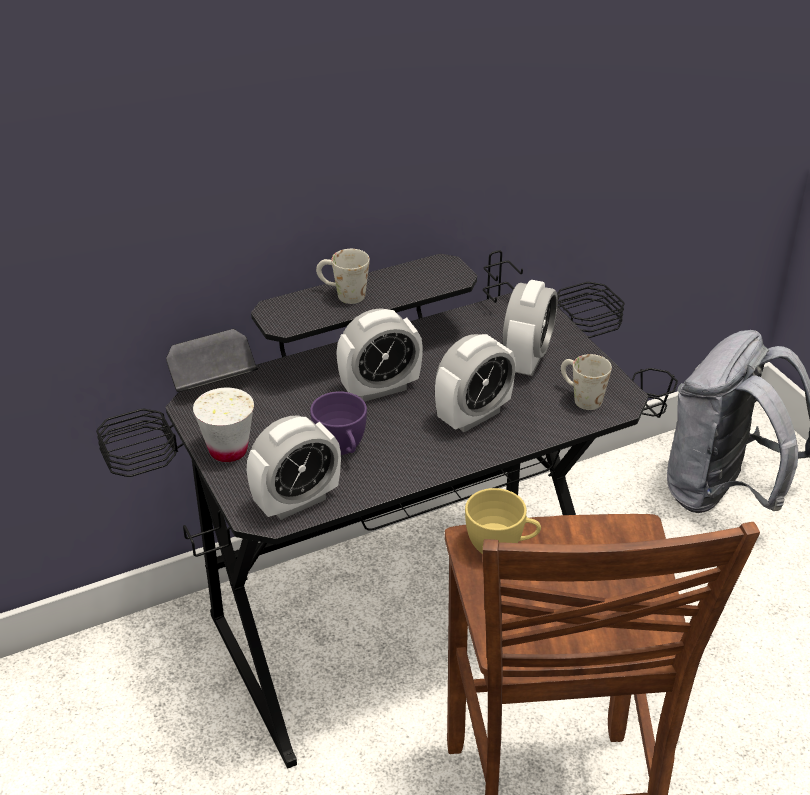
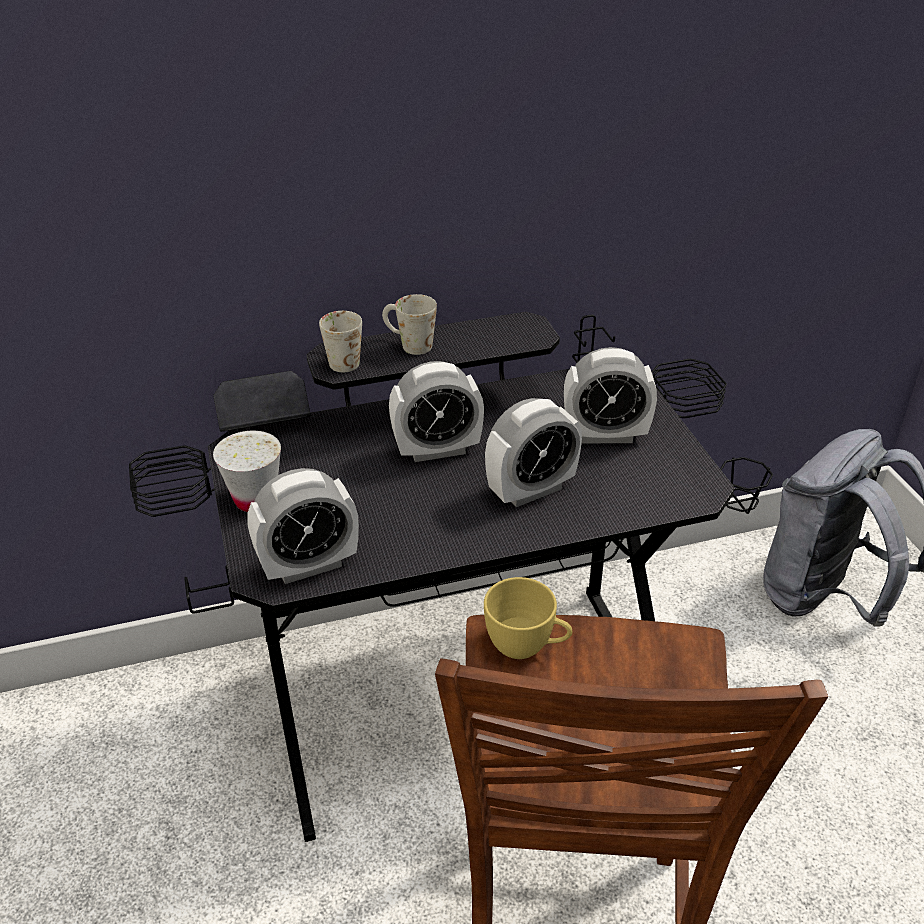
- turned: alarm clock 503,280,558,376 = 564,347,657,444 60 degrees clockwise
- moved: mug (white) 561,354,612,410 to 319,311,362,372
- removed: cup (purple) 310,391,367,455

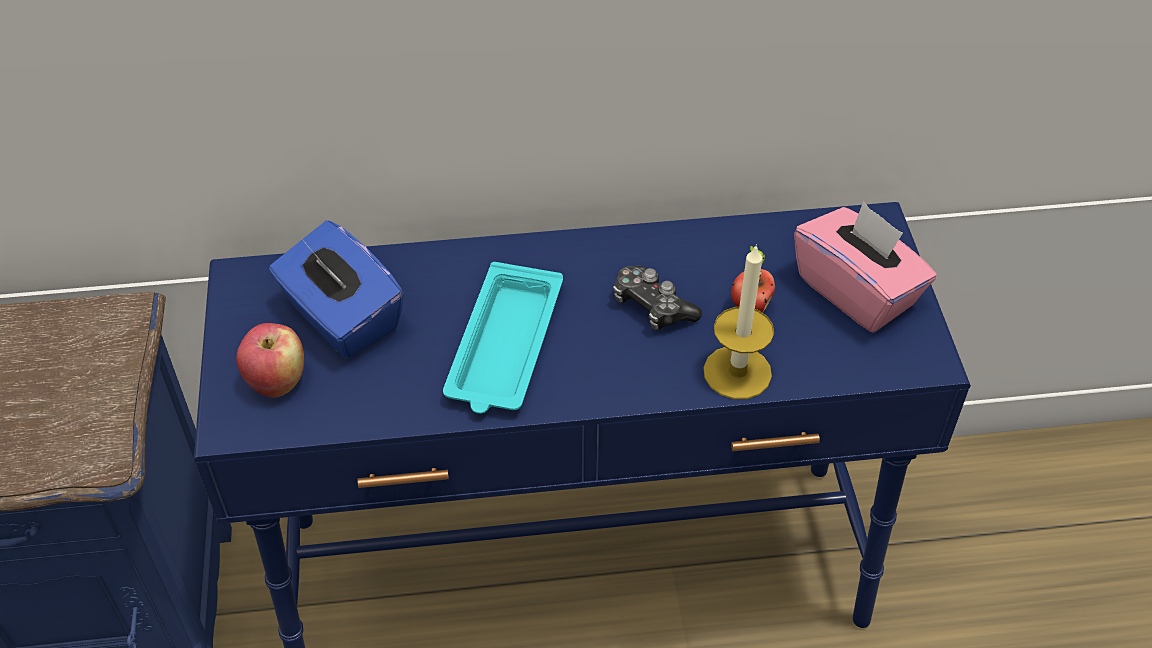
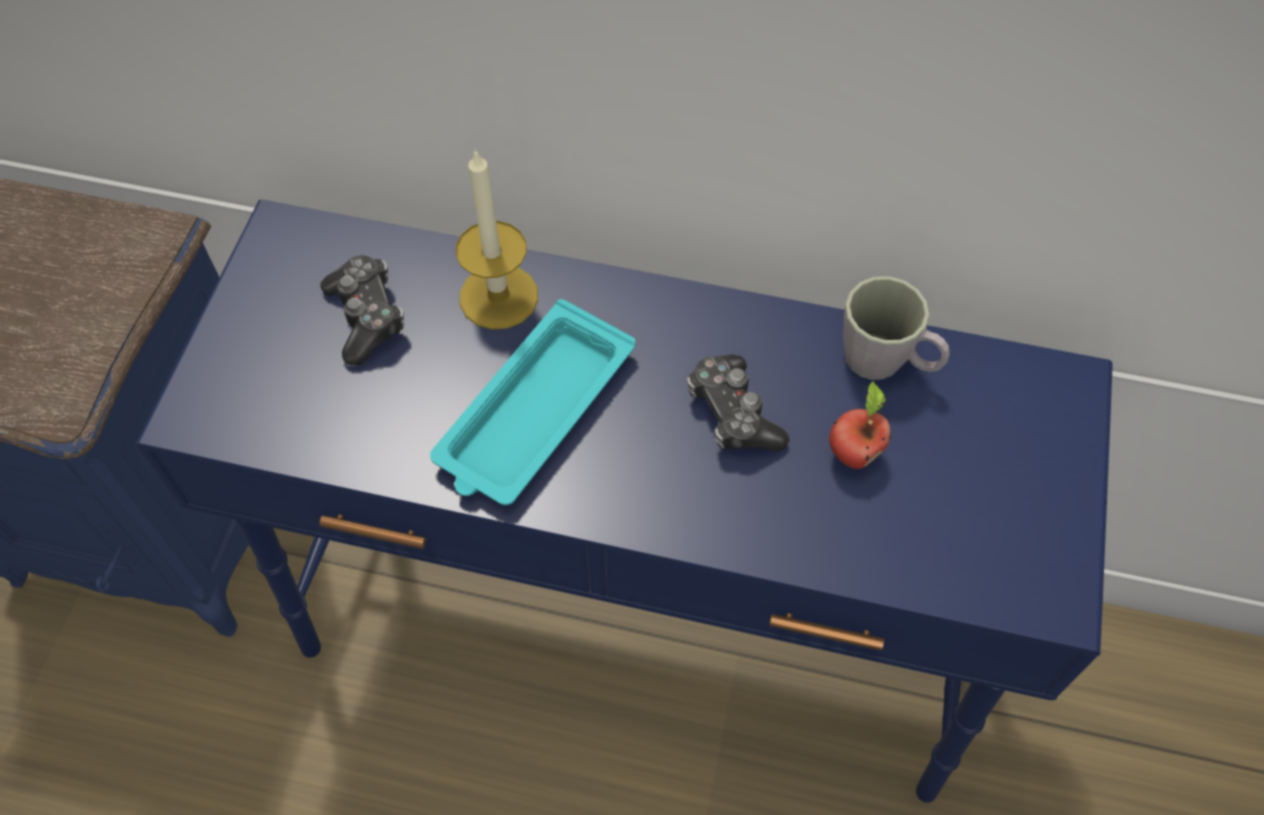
- removed: tissue box (pink) 794,201,936,332
- replaced: tissue box (blue) 269,221,404,358 to game controller 321,255,404,365
- moved: candle 704,244,774,399 to 456,148,538,329
- removed: apple 236,323,304,398
- added: mug (grey) 843,276,950,380

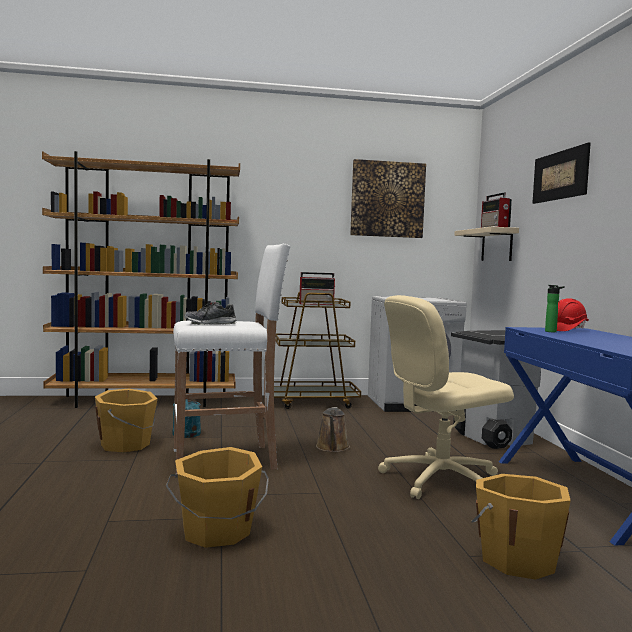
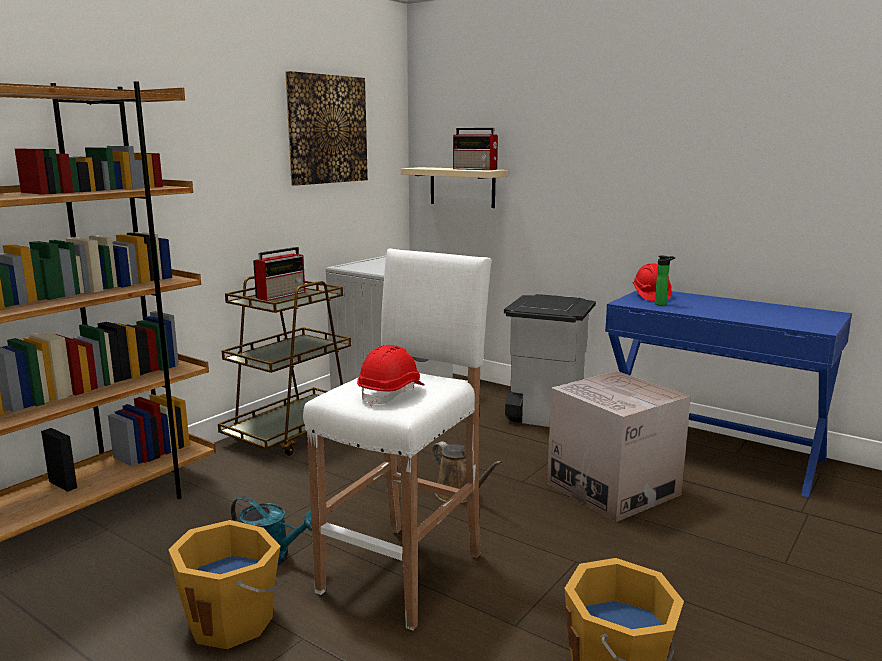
- removed: picture 532,142,591,204
- replaced: office chair (beige) 378,295,514,499 to cardboard box 547,371,691,522
- replaced: shoe 184,302,237,325 to hard hat (red) 357,345,425,406
- removed: bucket (orange) 471,474,571,580

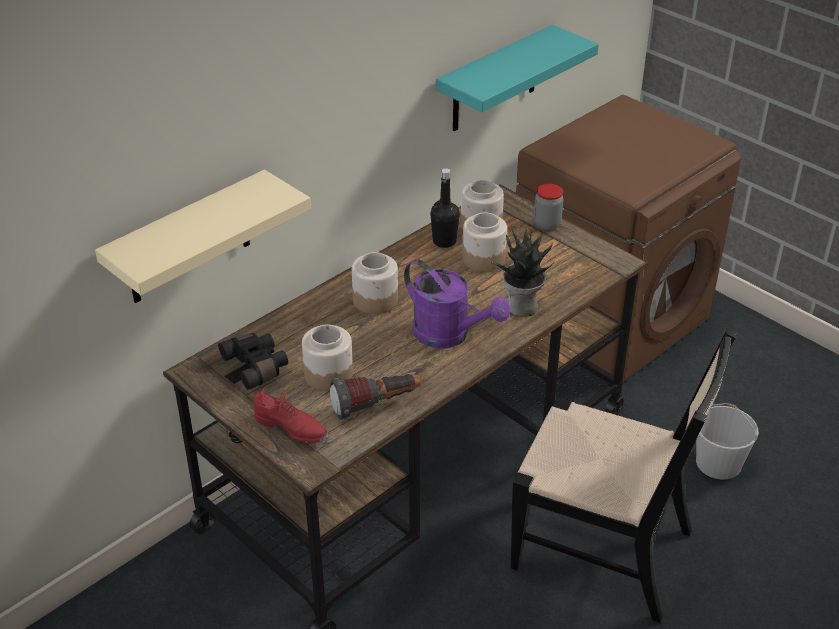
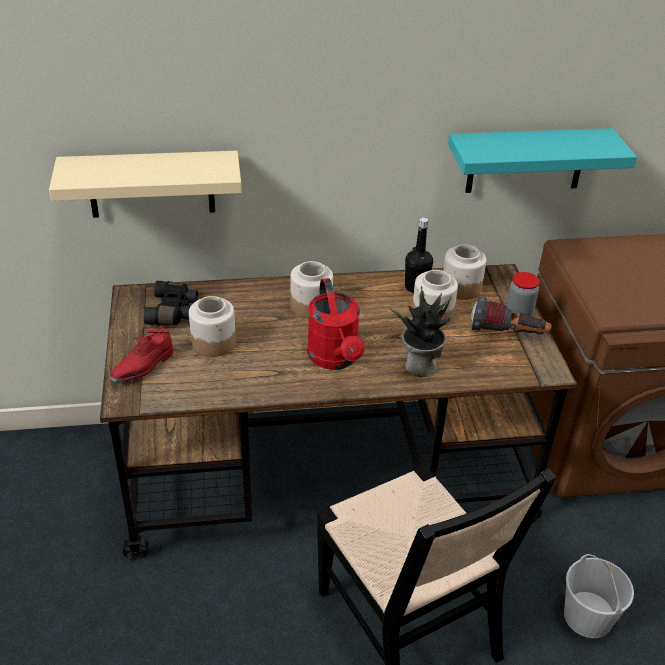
- recoloured: watering can (purple) 404,259,510,348 to watering can (red) 307,278,365,370
- moved: flashlight 330,374,421,420 to 471,296,552,335
- turned: shoe (red) 253,389,328,443 = 109,327,174,382 60 degrees clockwise

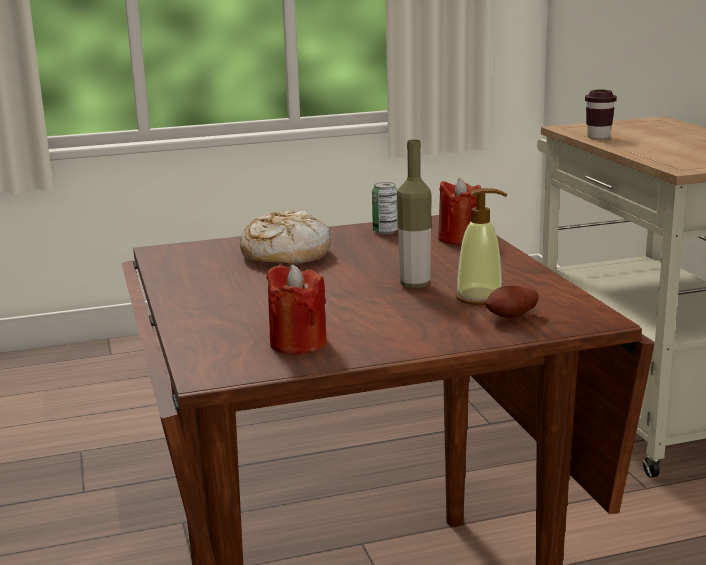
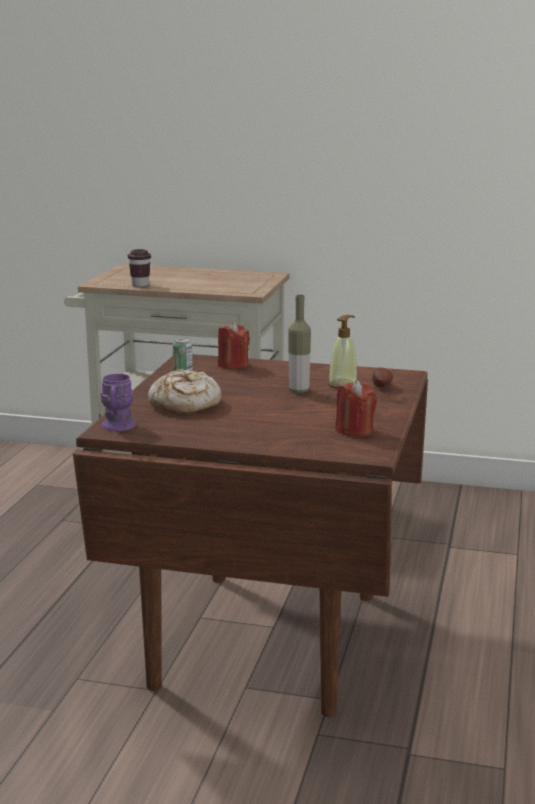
- added: mug (purple) 100,374,136,431

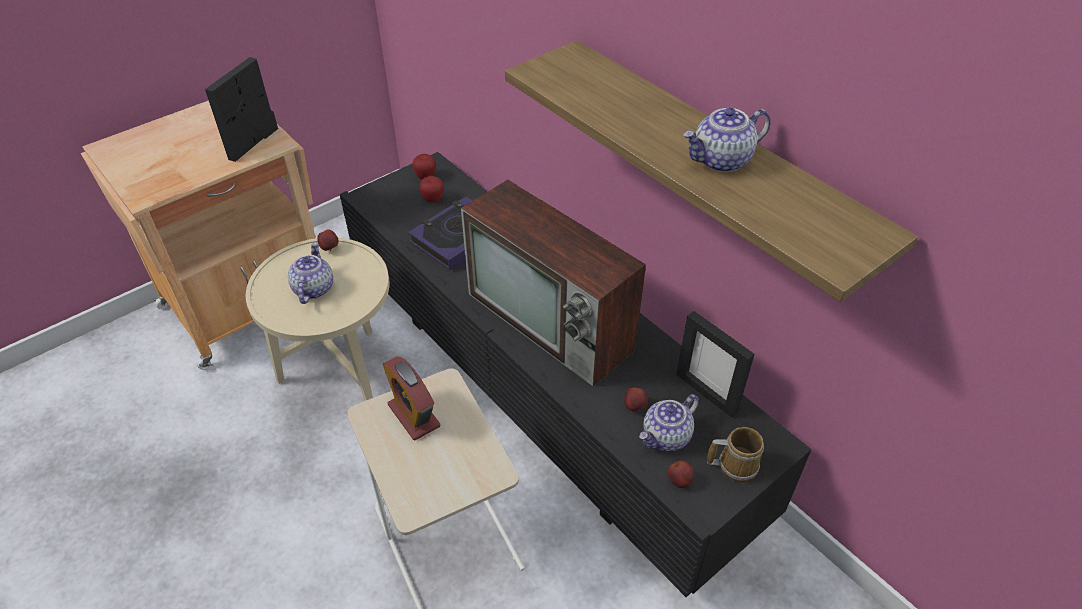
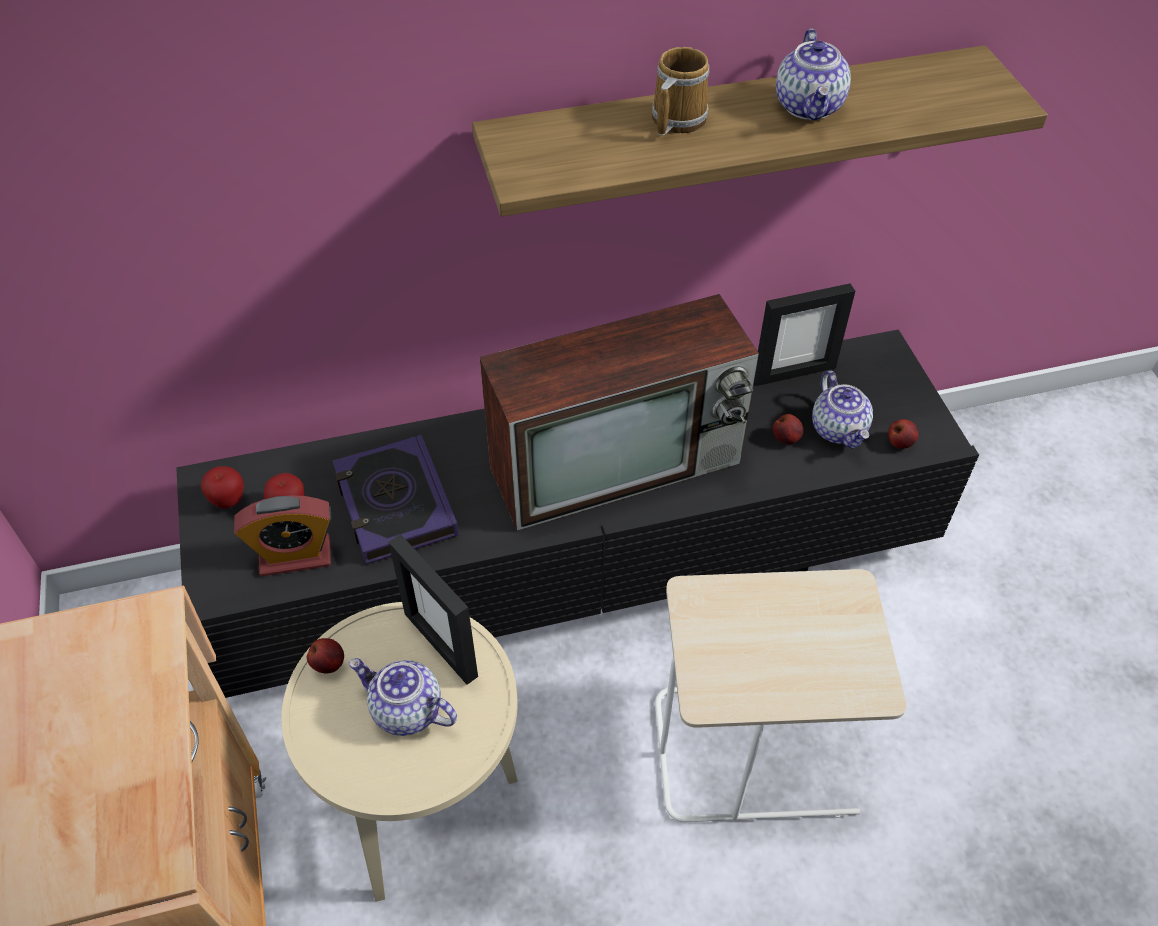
- moved: picture frame 205,57,278,162 to 388,534,478,685
- moved: alarm clock 383,356,440,440 to 234,495,331,576
- moved: mug 707,427,764,483 to 652,47,709,136

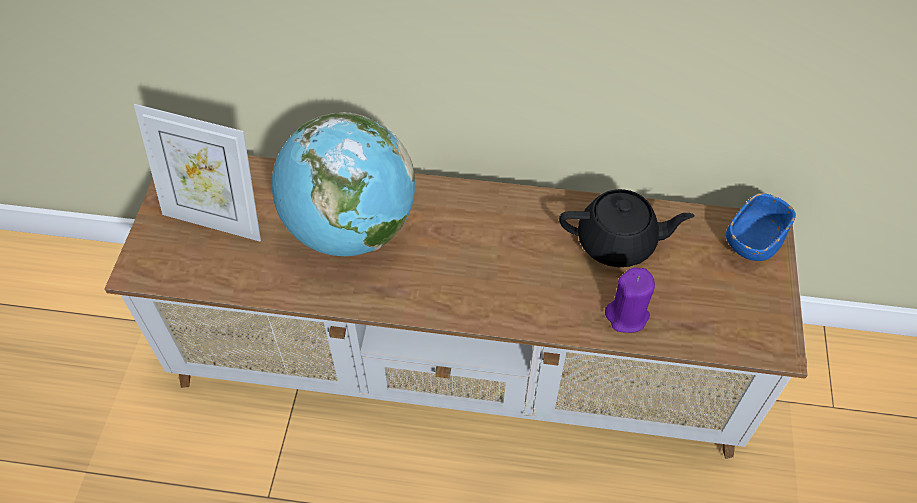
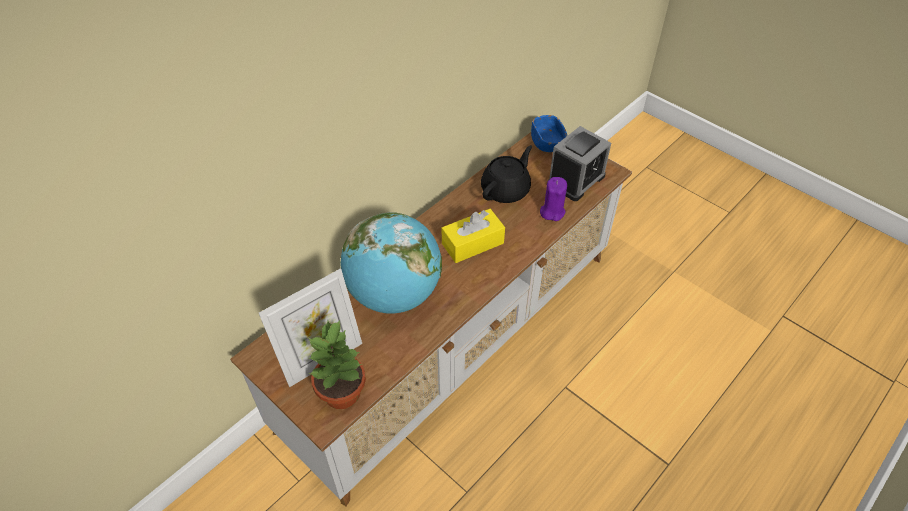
- added: alarm clock 548,126,611,201
- added: tissue box (yellow) 442,209,505,263
- added: potted plant 309,320,366,409

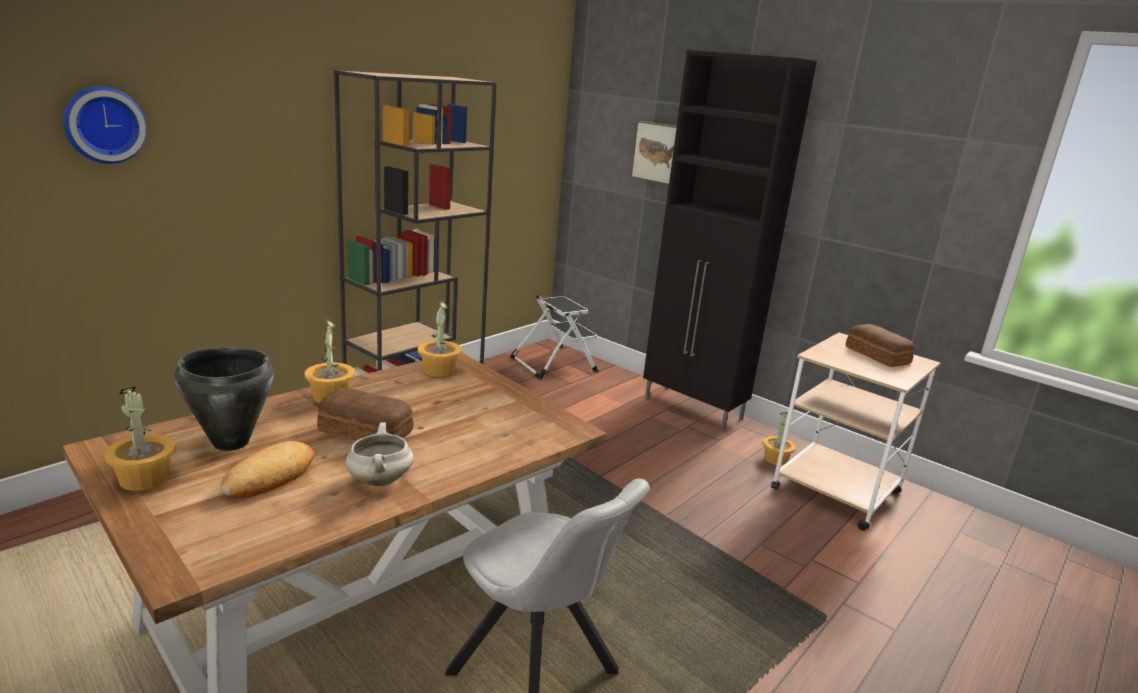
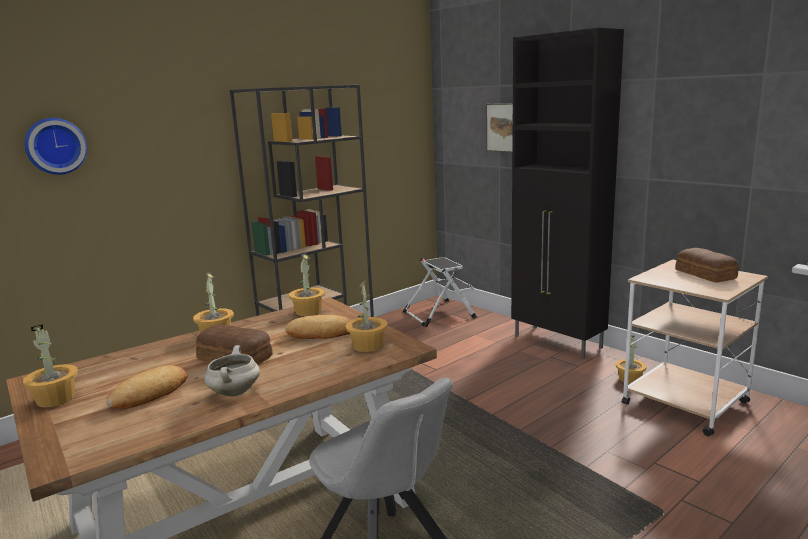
- removed: cooking pot (black) 174,348,274,451
- added: potted plant 346,279,388,352
- added: bread 285,315,351,339

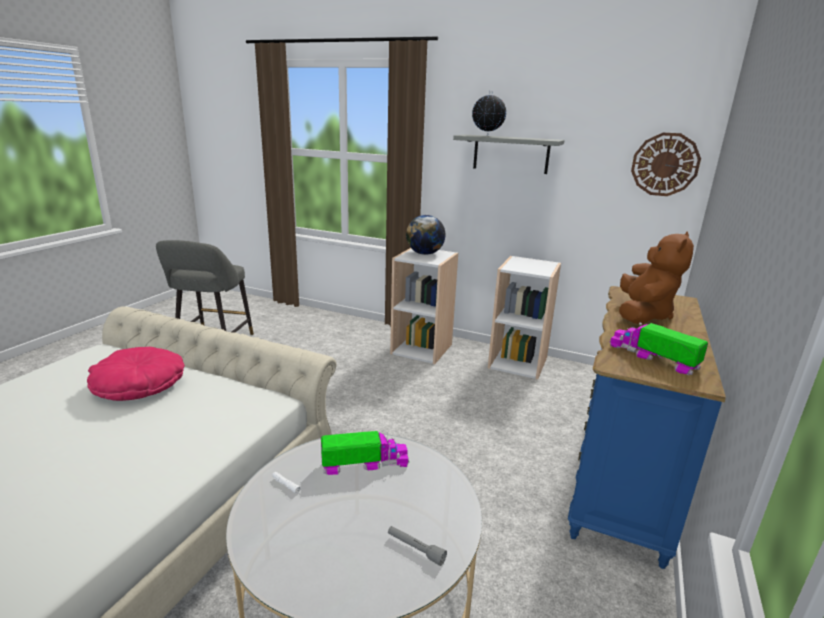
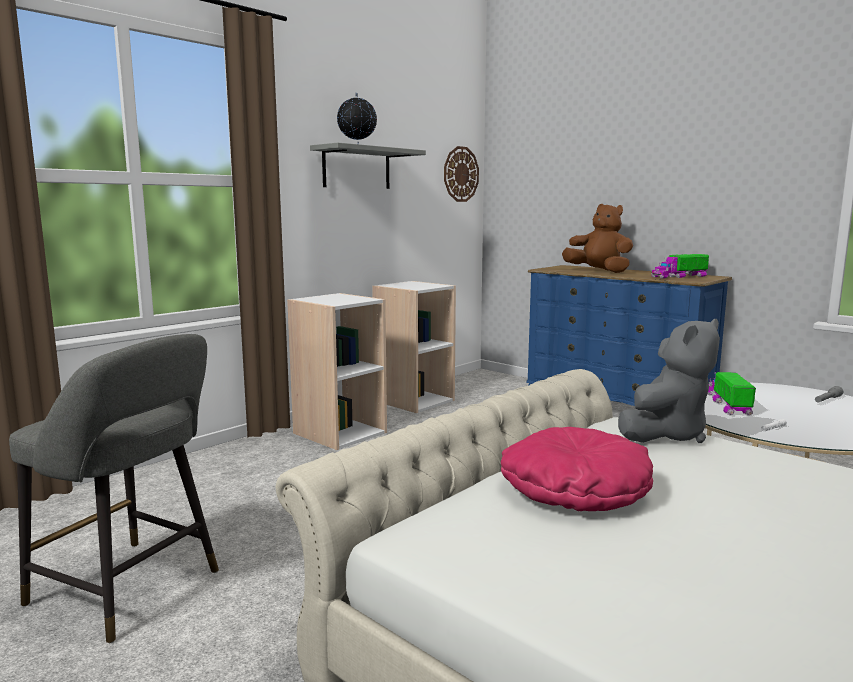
- removed: globe 406,215,445,255
- added: plush toy (grey) 618,319,720,443

